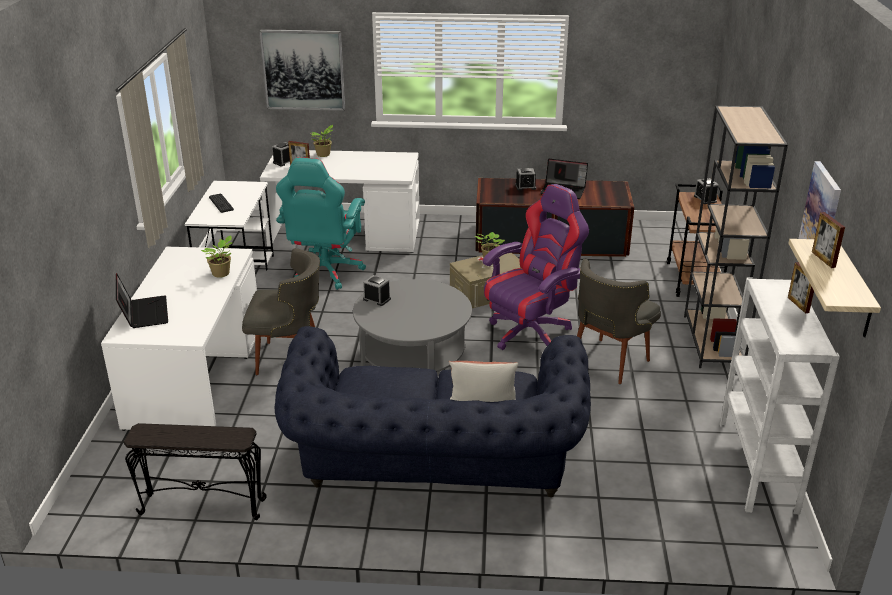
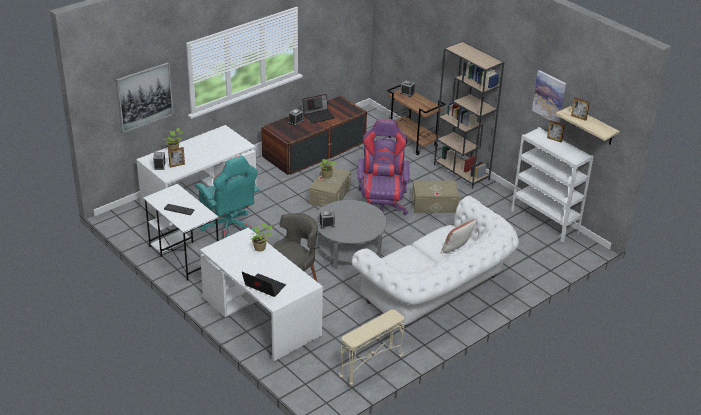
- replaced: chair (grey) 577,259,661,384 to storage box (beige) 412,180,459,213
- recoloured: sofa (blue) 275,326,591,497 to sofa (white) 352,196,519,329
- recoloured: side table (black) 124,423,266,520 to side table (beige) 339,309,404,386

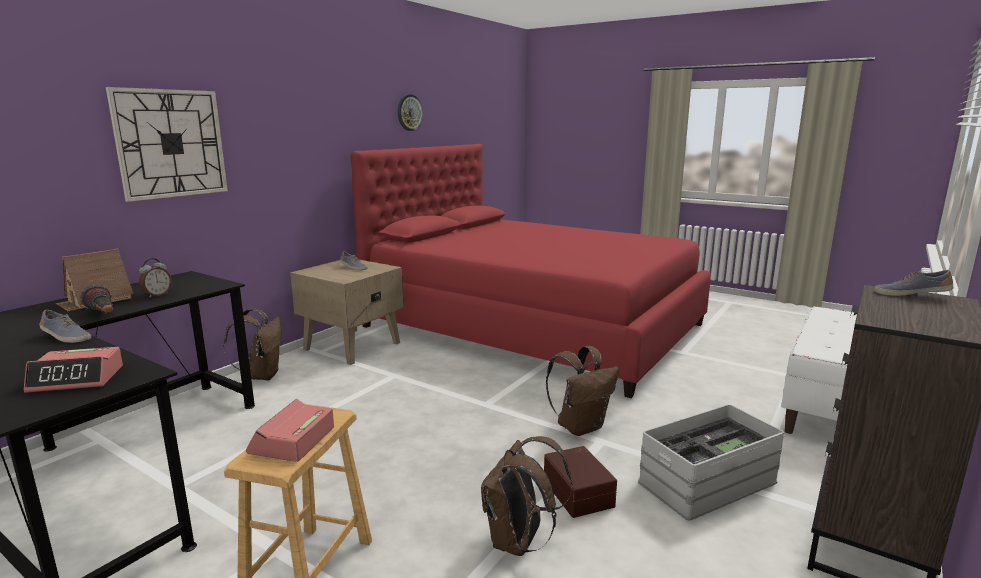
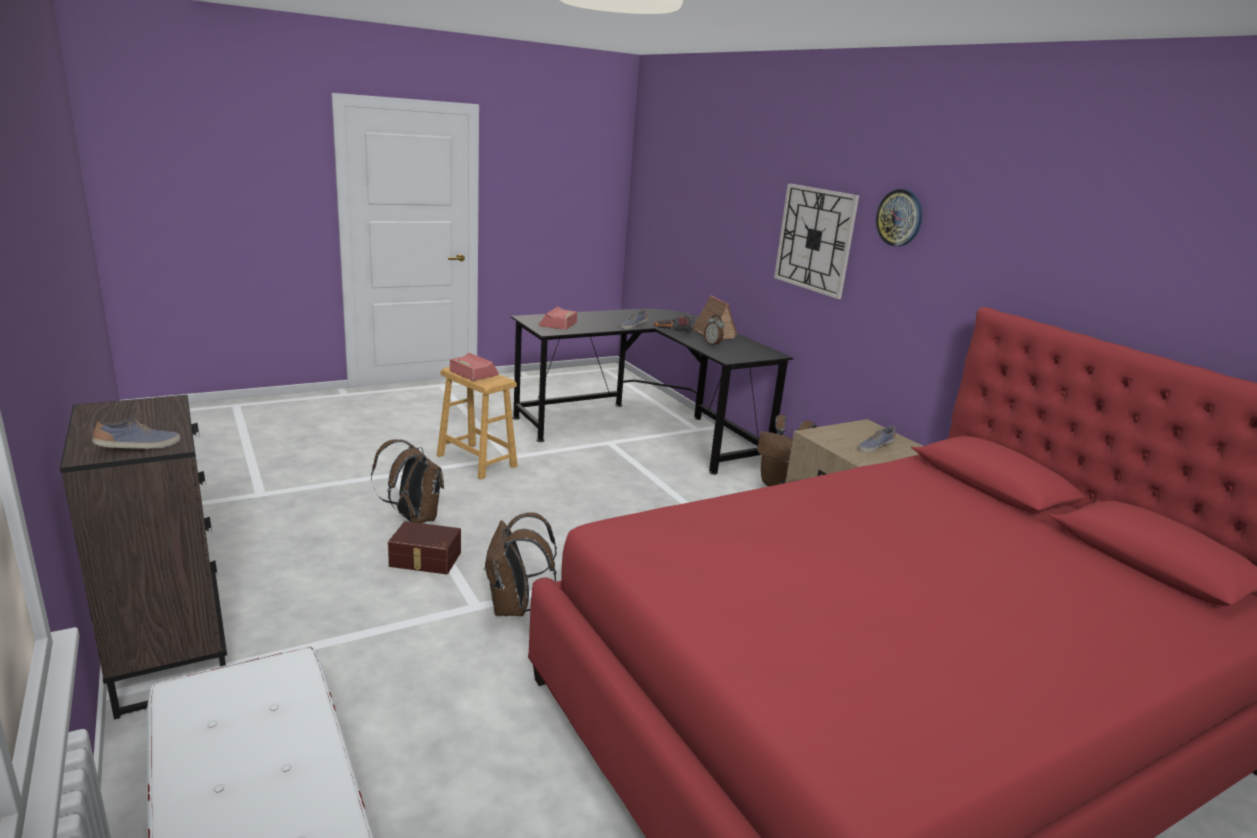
- moved: wall clock 398,94,423,131 to 876,189,922,246
- removed: storage box (grey) 638,405,784,521

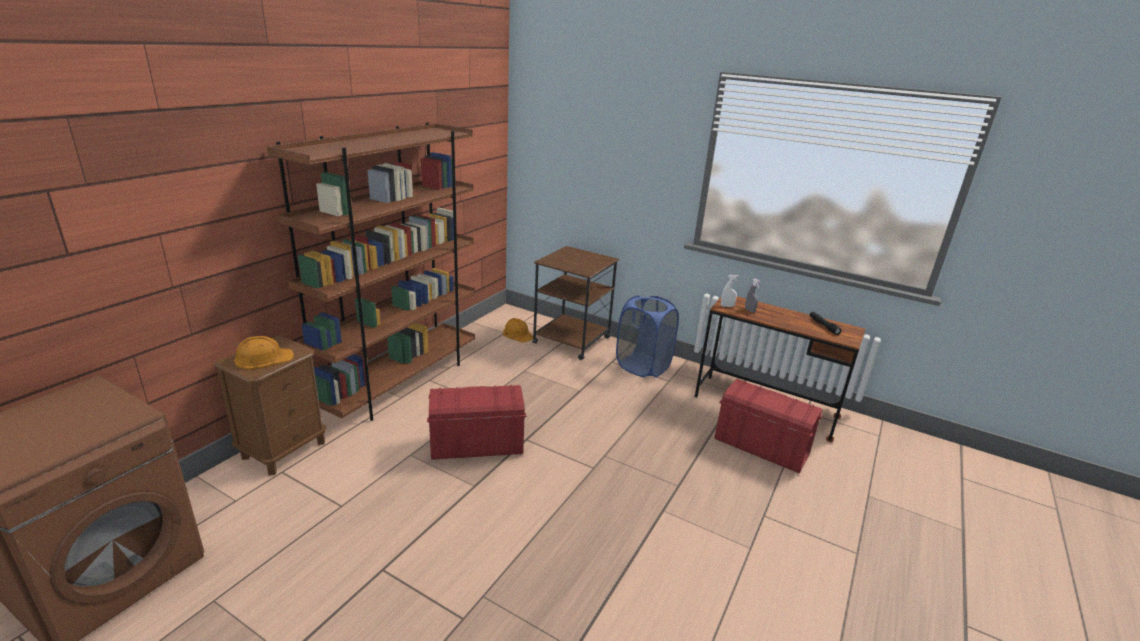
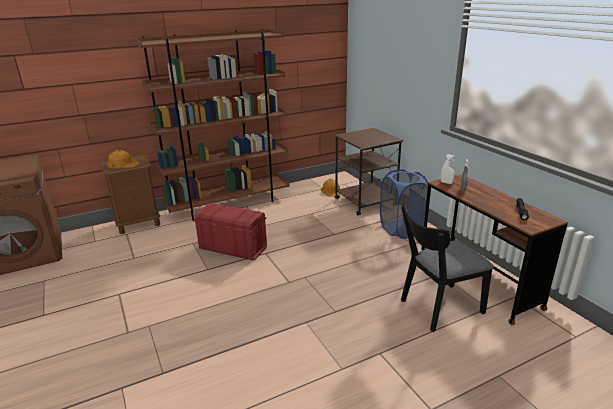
- replaced: storage box (red) 714,379,823,474 to chair (black) 401,201,494,332

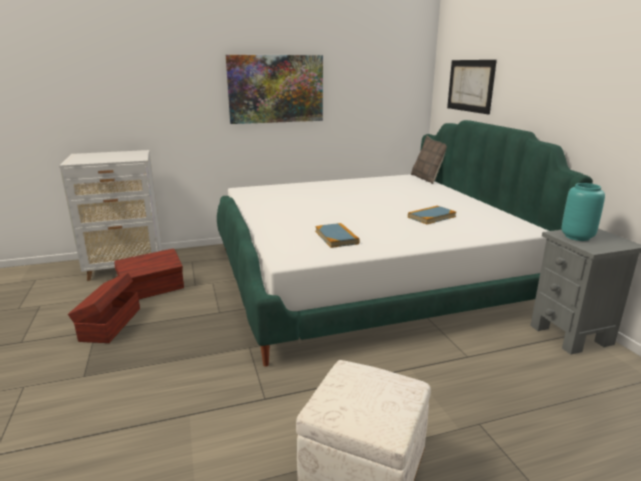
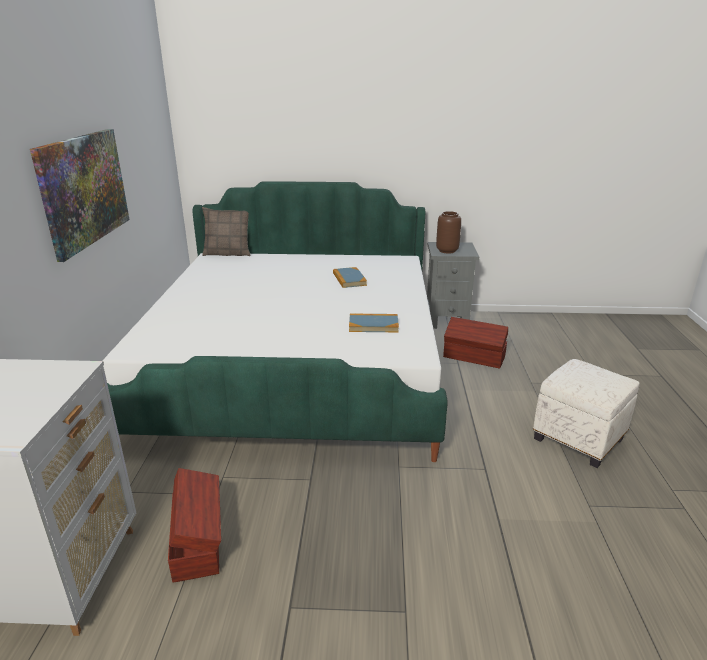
- removed: picture 447,60,497,115
- recoloured: vase (turquoise) 561,183,605,241 to vase (brown) 436,211,461,254
- moved: storage box (brown) 68,273,140,343 to 443,317,508,368

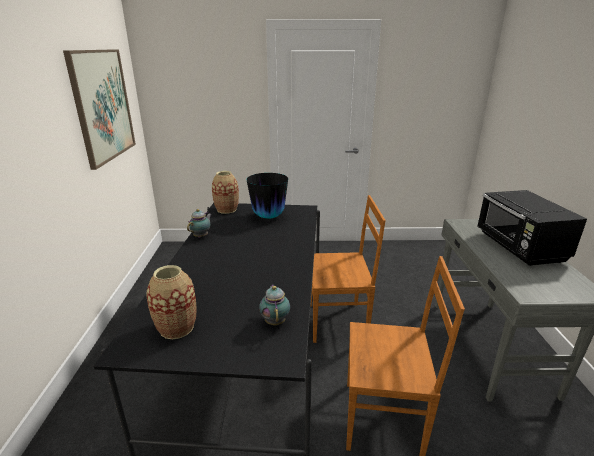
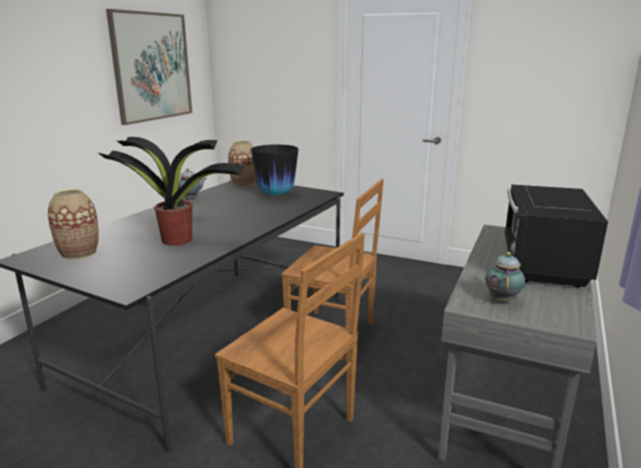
- moved: teapot 259,284,290,325 to 485,252,525,303
- added: potted plant 98,137,244,246

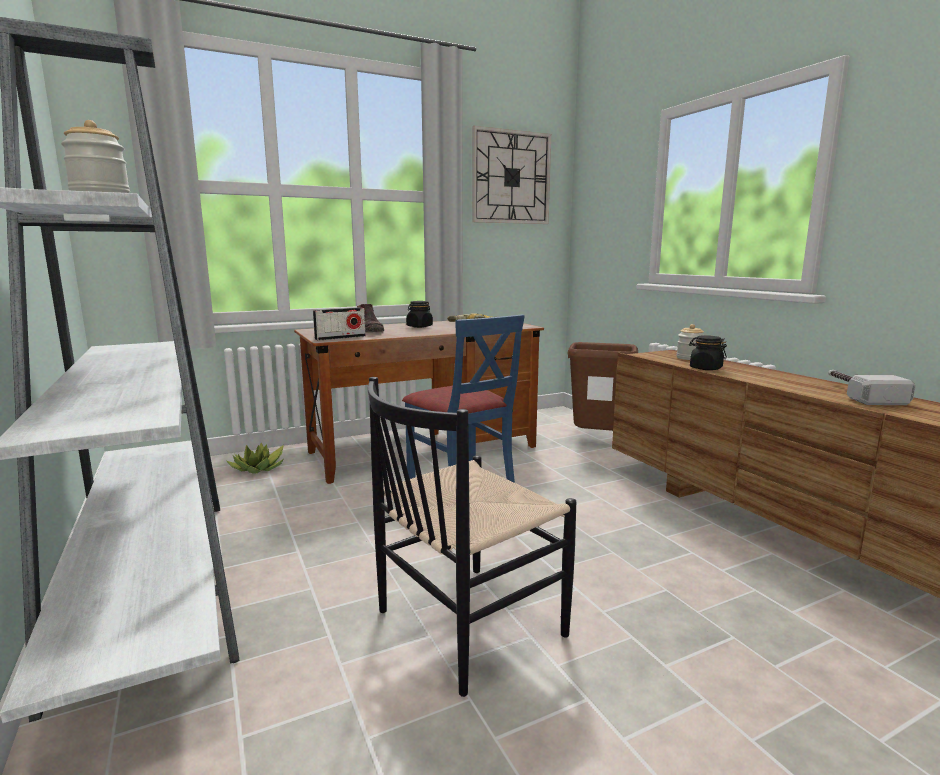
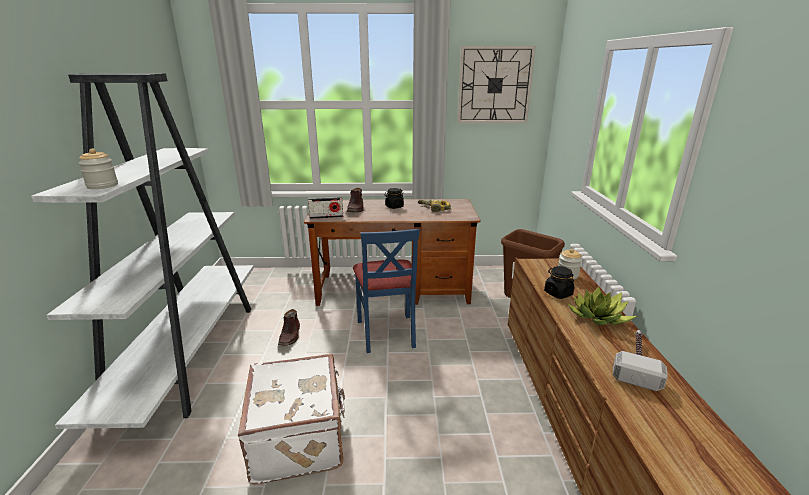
- replaced: chair (black) 368,377,576,697 to suitcase (white) 238,354,345,485
- moved: potted plant 227,442,284,474 to 568,286,637,325
- added: boot (brown) 278,309,300,346

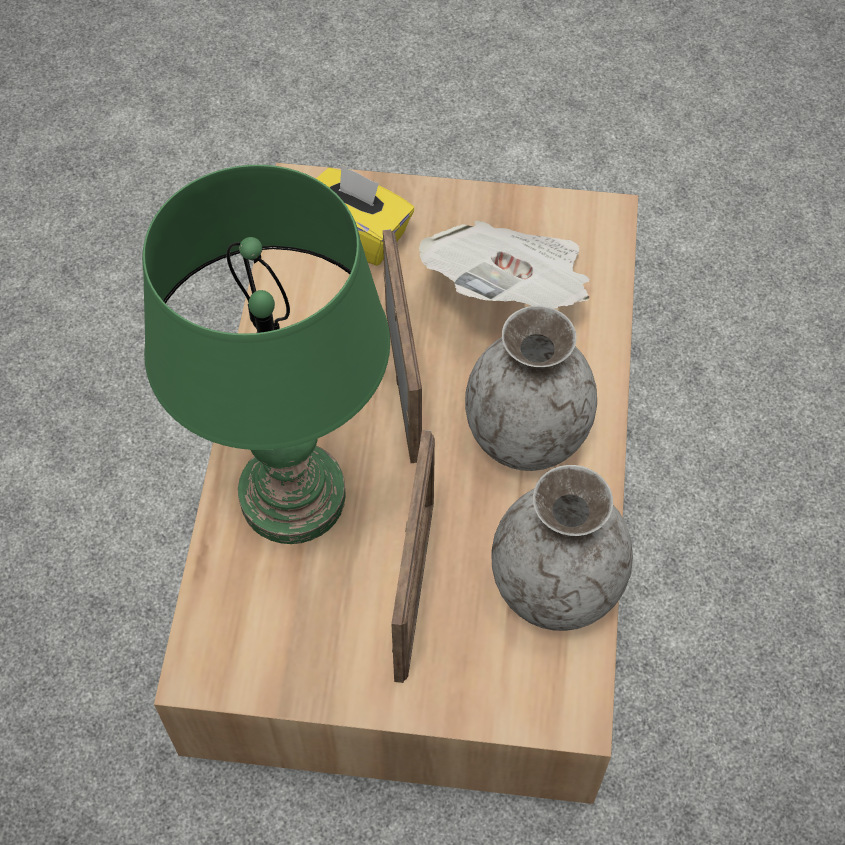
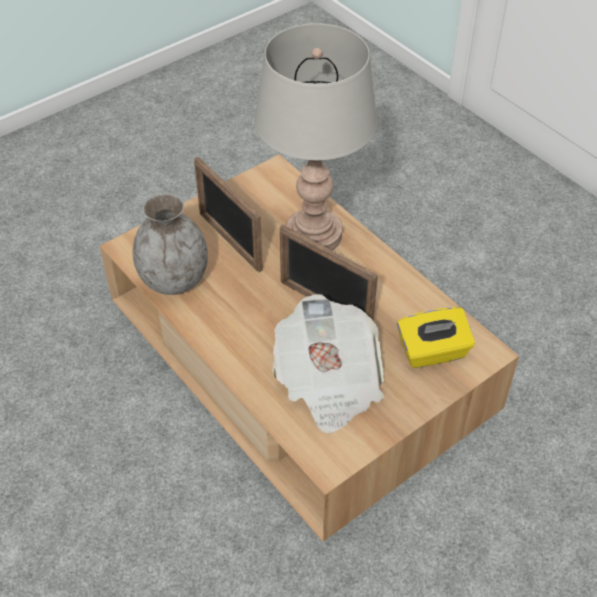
- recoloured: table lamp (green) 142,165,390,544 to table lamp (grey) 254,23,378,251
- removed: vase (grey) 465,306,597,471

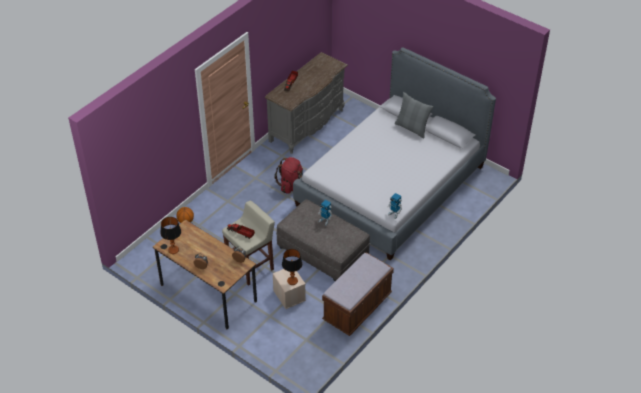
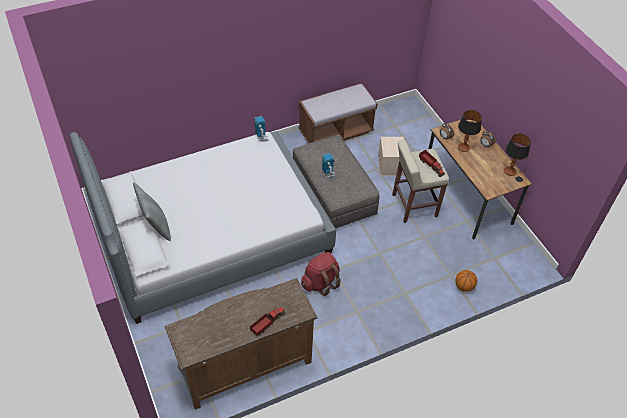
- moved: table lamp 282,249,302,285 to 458,110,482,152

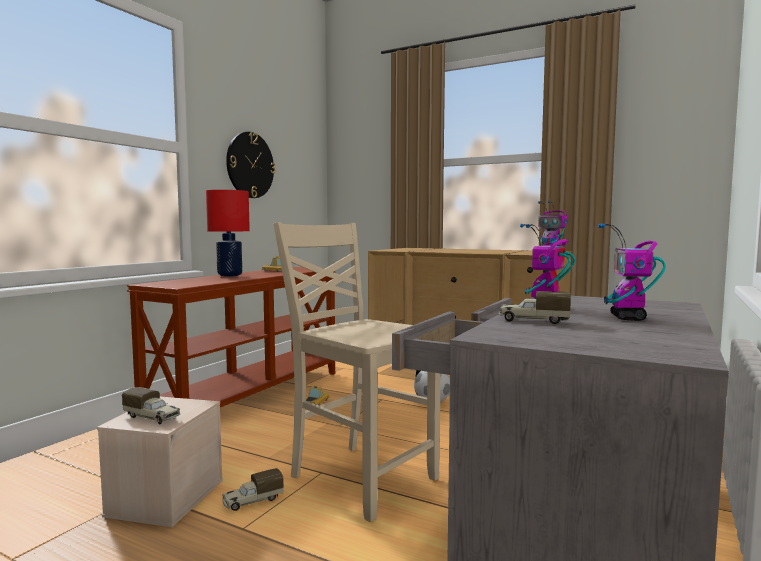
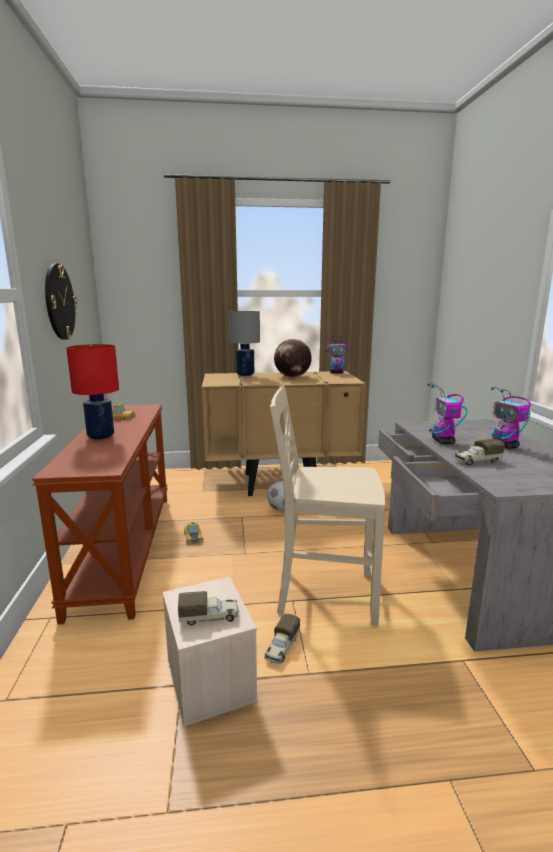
- added: table lamp (grey) 229,311,260,376
- added: globe 274,339,312,377

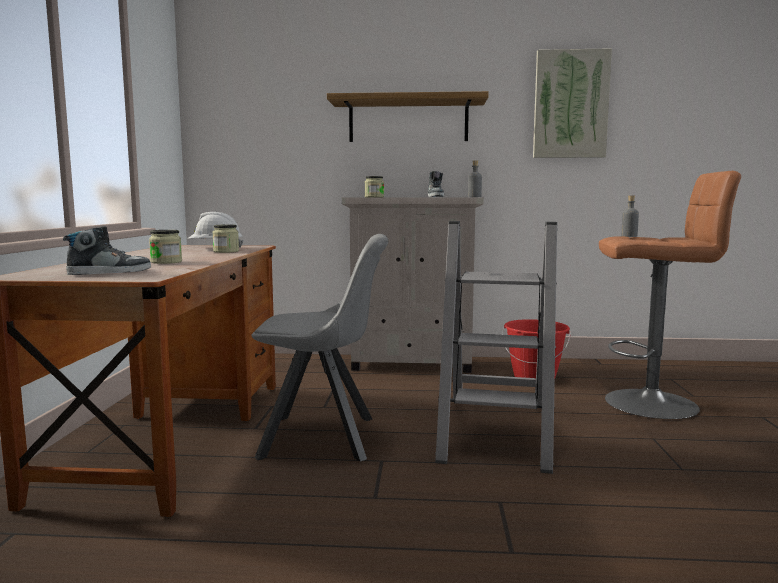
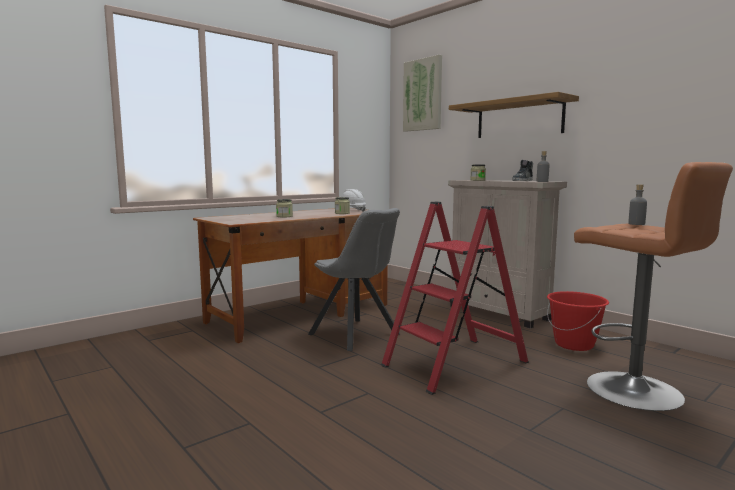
- moved: picture 533,48,612,158 to 403,55,442,132
- recoloured: step ladder (grey) 435,221,558,474 to step ladder (red) 381,201,529,395
- removed: shoe 63,226,151,275

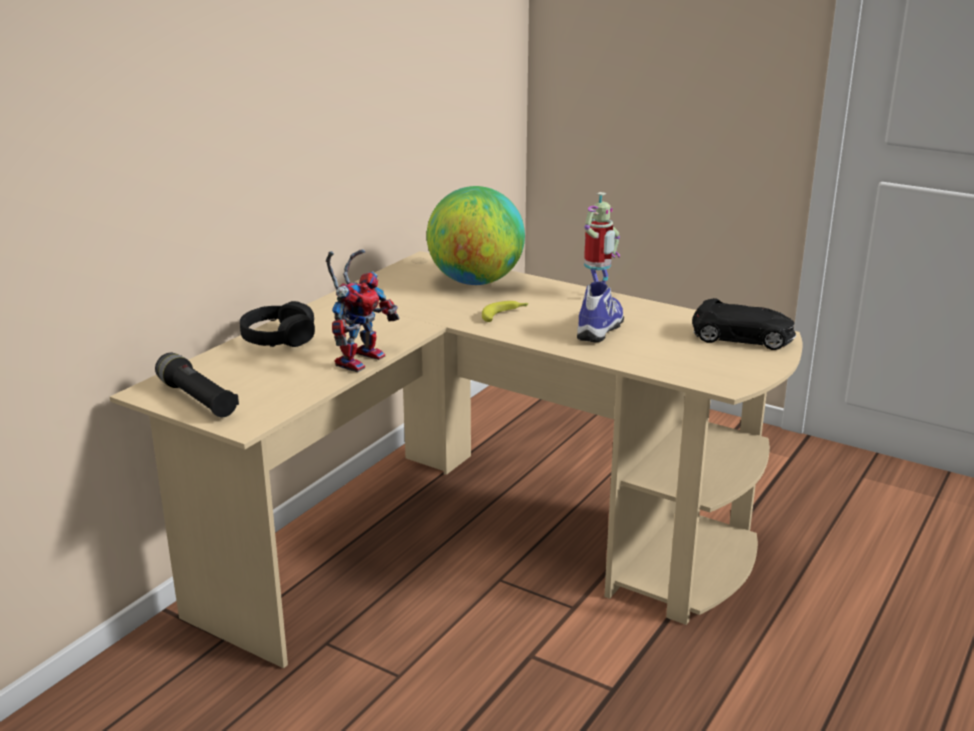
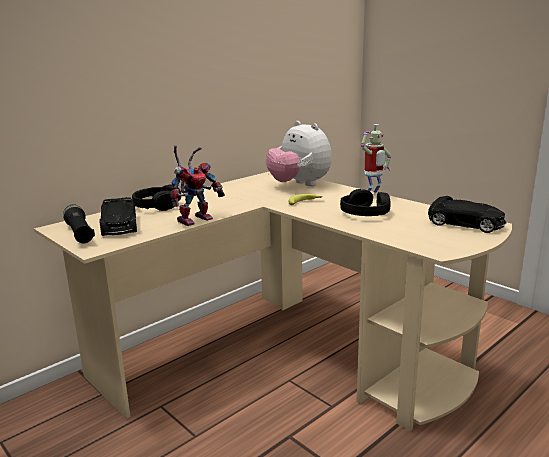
- replaced: globe 427,186,525,285 to plush toy 266,121,332,186
- replaced: shoe 577,281,624,342 to headphones (black) 340,189,390,216
- added: toy car (black) 99,197,137,236

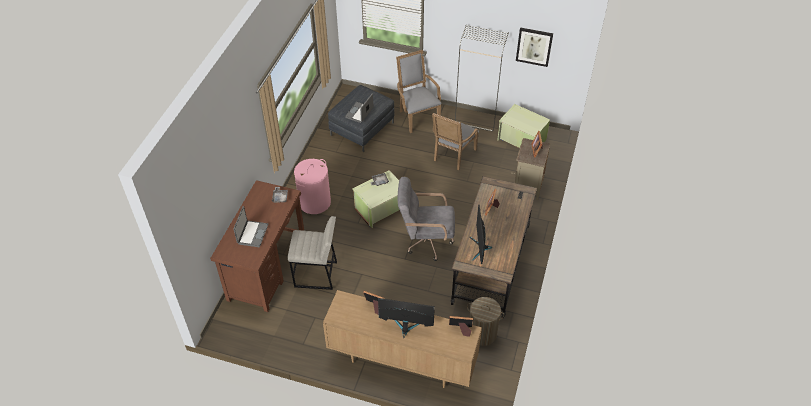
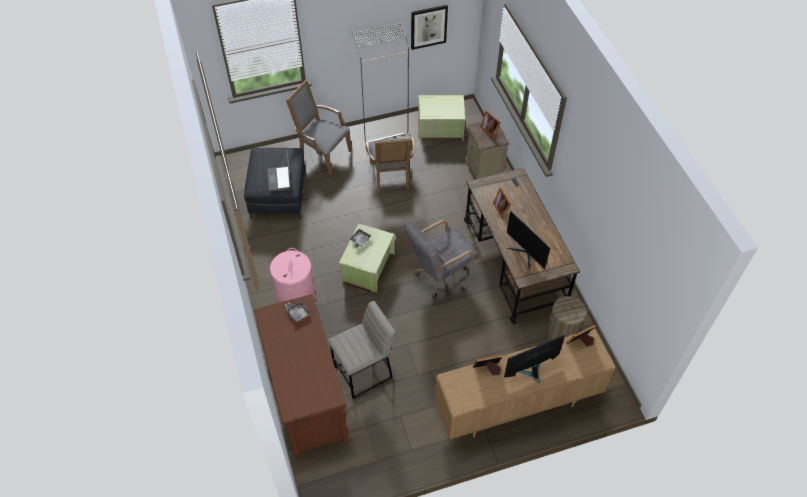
- removed: laptop 234,206,268,247

